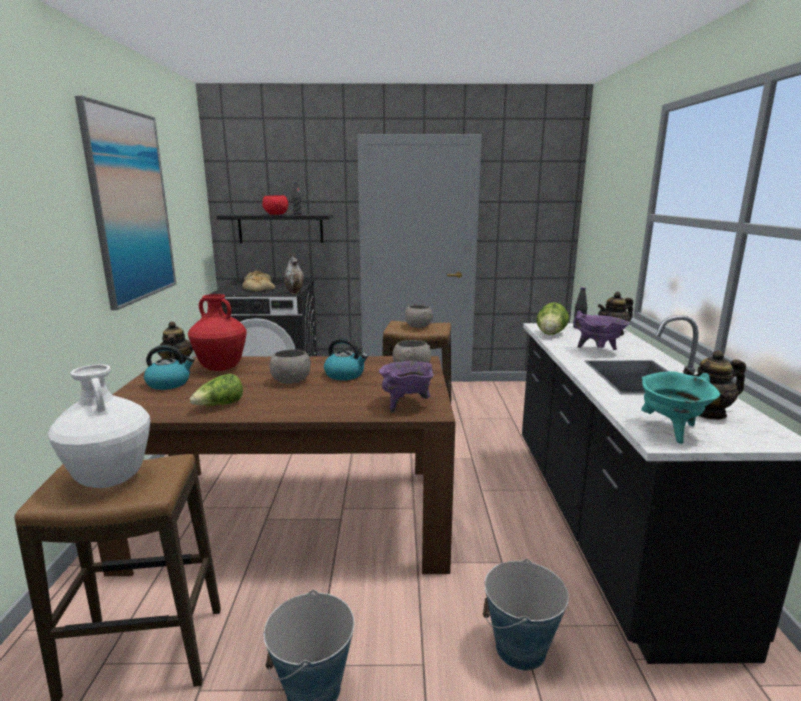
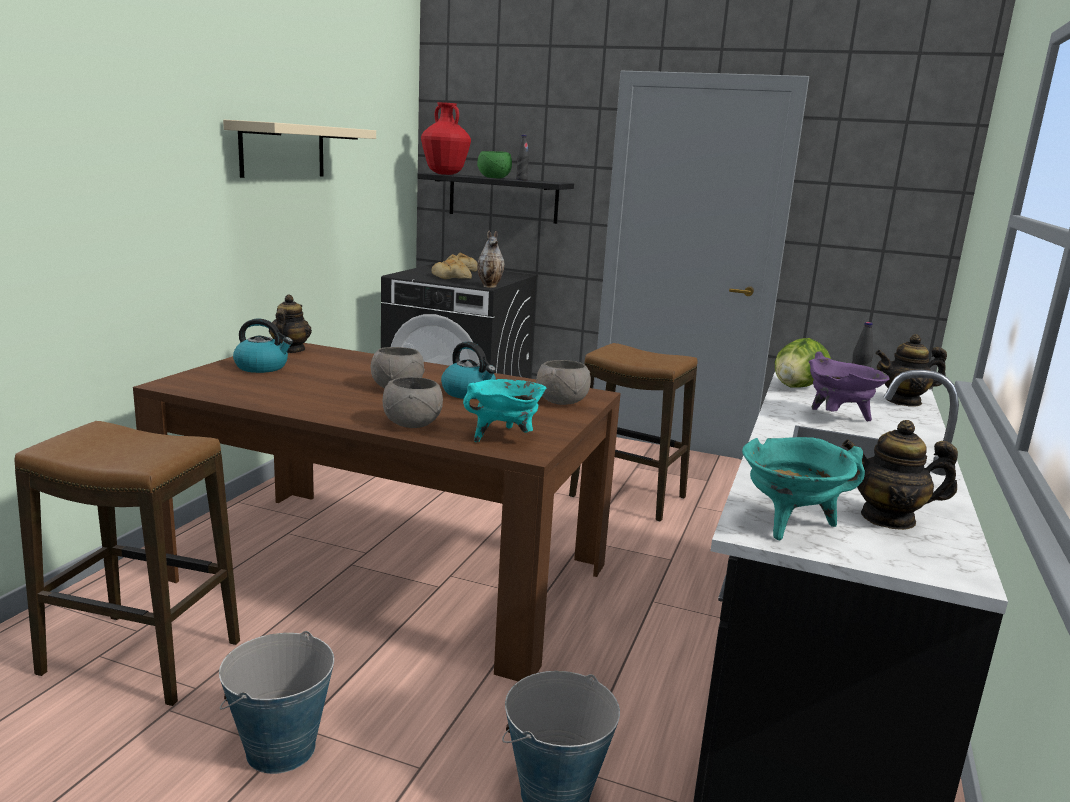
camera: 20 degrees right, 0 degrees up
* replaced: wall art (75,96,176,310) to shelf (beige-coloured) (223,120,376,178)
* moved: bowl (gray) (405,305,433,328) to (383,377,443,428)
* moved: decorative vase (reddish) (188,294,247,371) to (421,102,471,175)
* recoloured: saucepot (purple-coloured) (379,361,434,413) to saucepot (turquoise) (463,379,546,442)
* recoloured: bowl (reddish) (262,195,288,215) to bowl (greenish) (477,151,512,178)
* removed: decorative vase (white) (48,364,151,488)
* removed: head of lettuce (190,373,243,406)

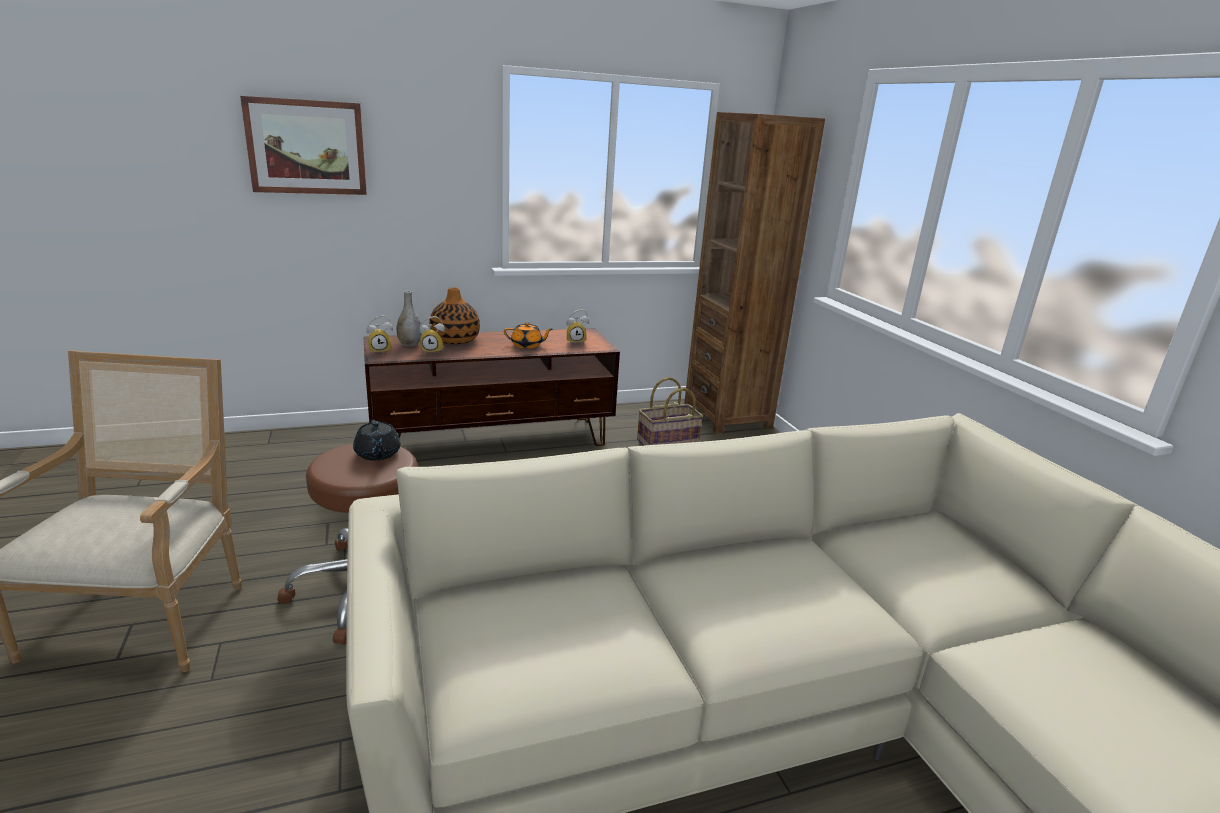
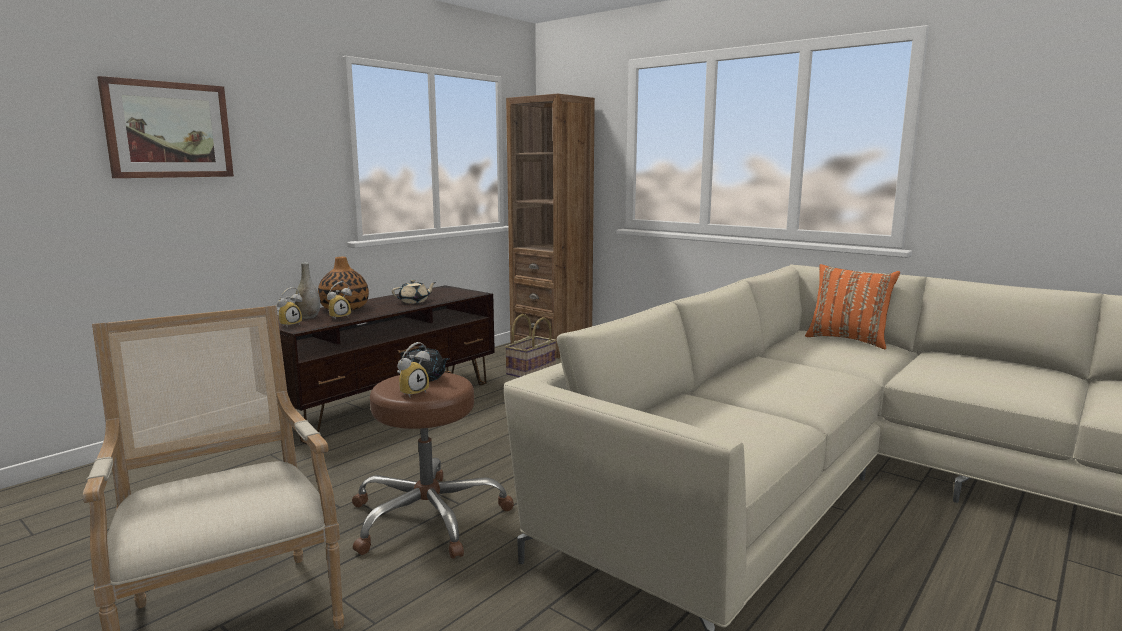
camera: 30 degrees left, 10 degrees down
* recoloured: teapot (orange-coloured) (504,322,553,349) to teapot (beige-coloured) (392,279,436,303)
* moved: alarm clock (566,309,589,344) to (397,342,430,397)
* added: pillow (orange-coloured) (805,264,900,349)

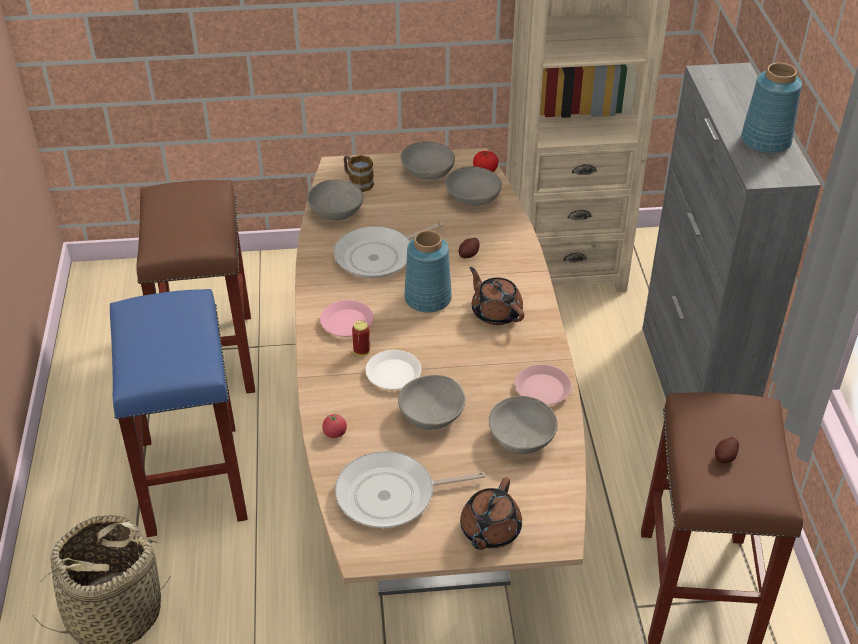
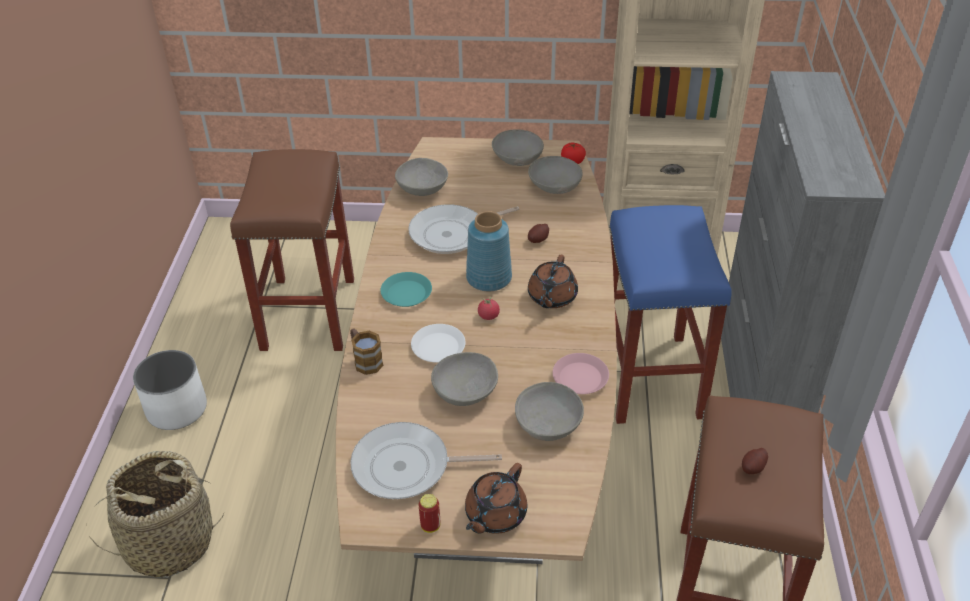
camera: 10 degrees right, 0 degrees up
* added: planter (white) (133,350,207,430)
* moved: coffee mug (344,155,374,192) to (350,328,384,375)
* recoloured: plate (pinkish) (320,300,374,337) to plate (turquoise) (381,272,432,307)
* moved: can (352,321,370,356) to (418,494,440,533)
* moved: fresh tomato (322,413,347,438) to (478,298,500,320)
* turned: teapot (brownish) (470,267,524,325) = (528,255,578,308) 135 degrees counterclockwise
* moved: stool (blue) (110,289,248,537) to (609,205,732,424)
* removed: decorative vase (blue) (741,63,802,154)

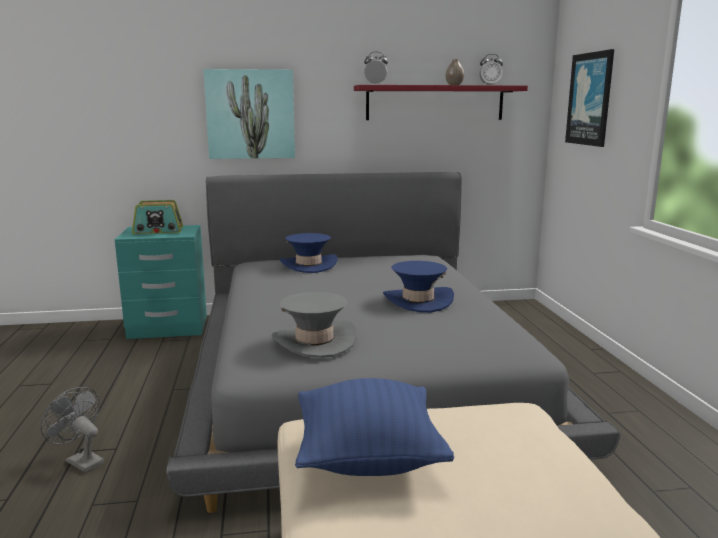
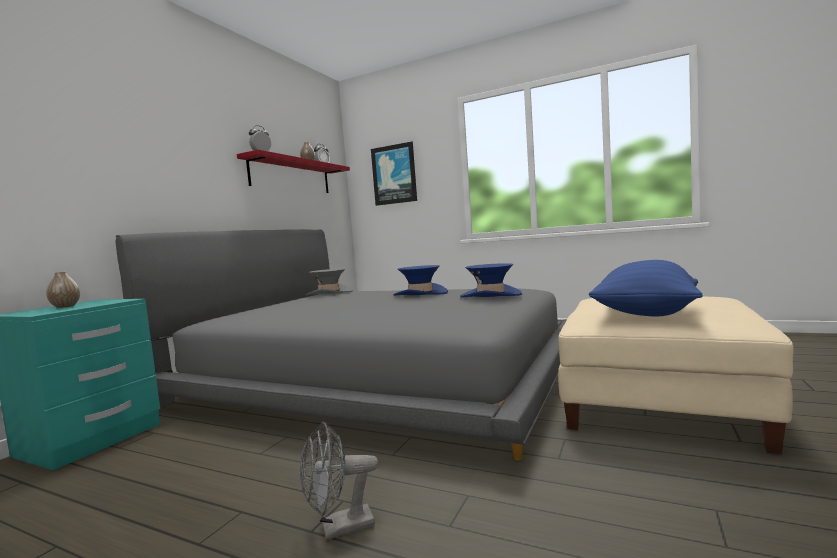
camera: 55 degrees left, 10 degrees down
* replaced: radio (132,200,183,234) to decorative vase (46,272,80,308)
* moved: hat (gray) (272,292,357,358) to (305,269,353,295)
* moved: hat (blue) (280,233,338,273) to (460,263,522,298)
* removed: wall art (203,69,295,159)

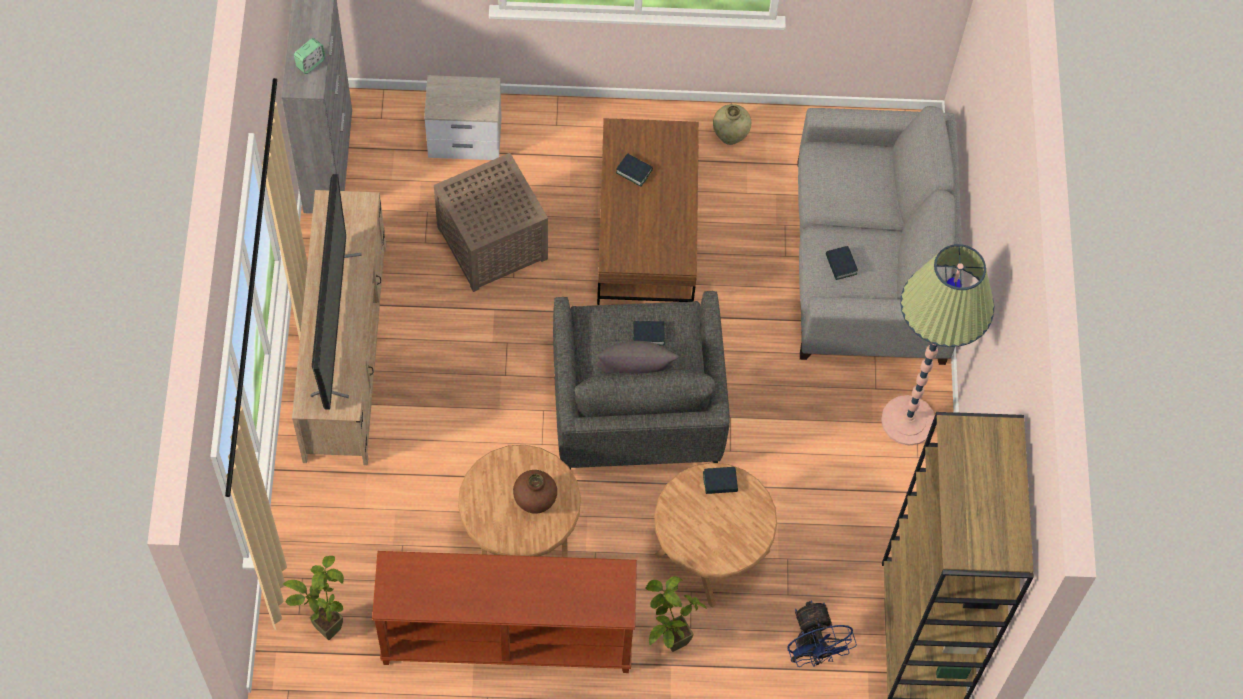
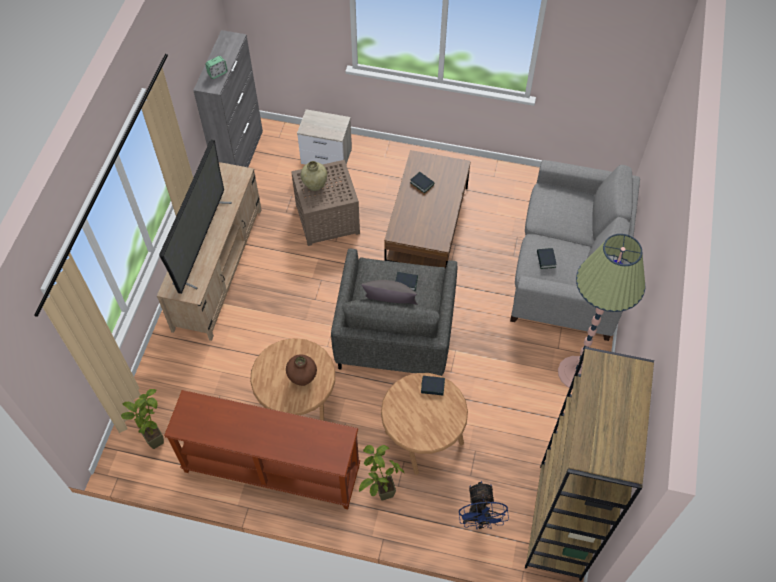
camera: 15 degrees right, 5 degrees down
* moved: decorative vase (beige-coloured) (713,104,751,145) to (301,161,327,191)

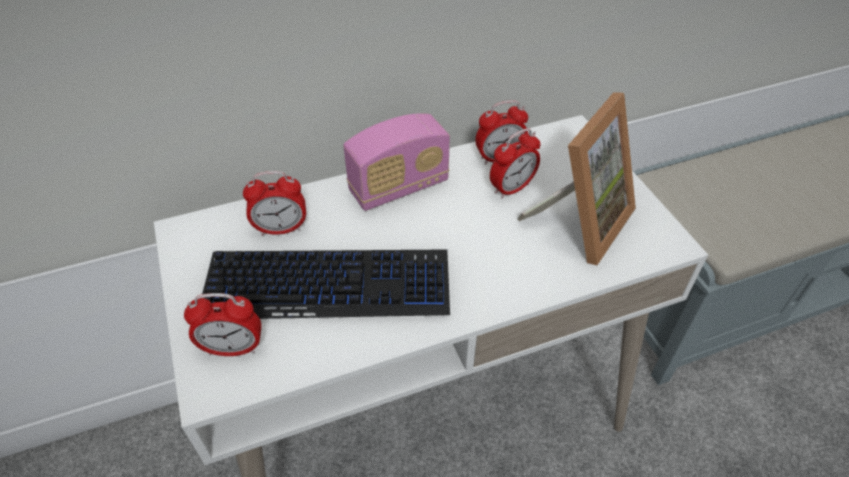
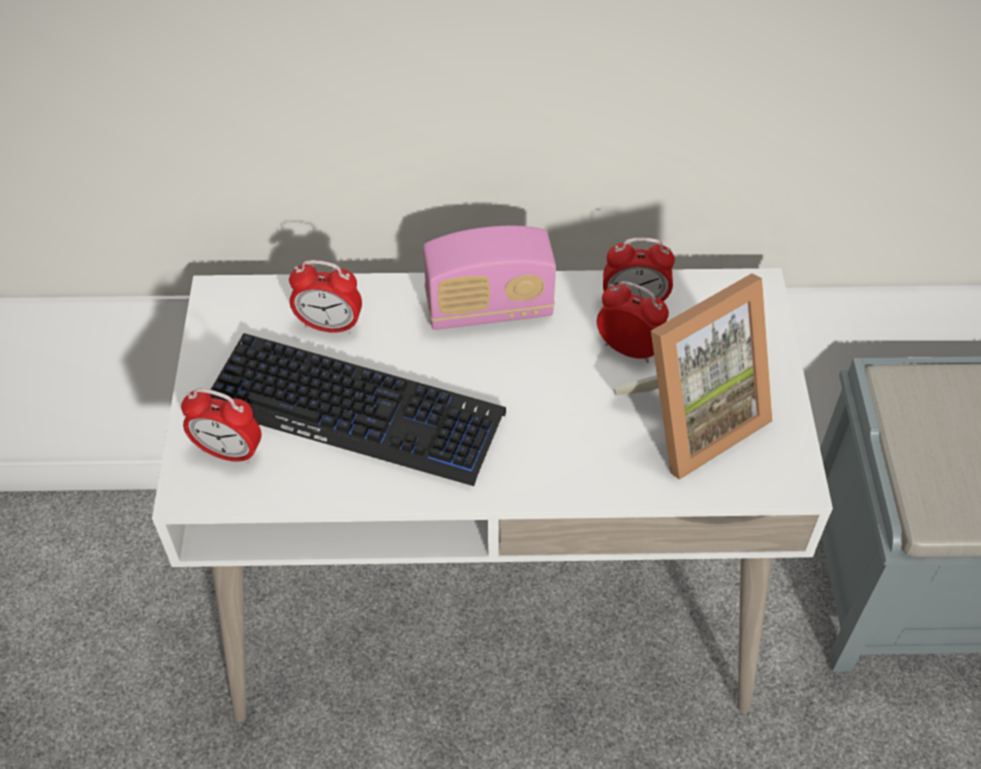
camera: 20 degrees right, 5 degrees up
* turned: alarm clock (490,128,541,199) = (597,281,669,363) 135 degrees counterclockwise

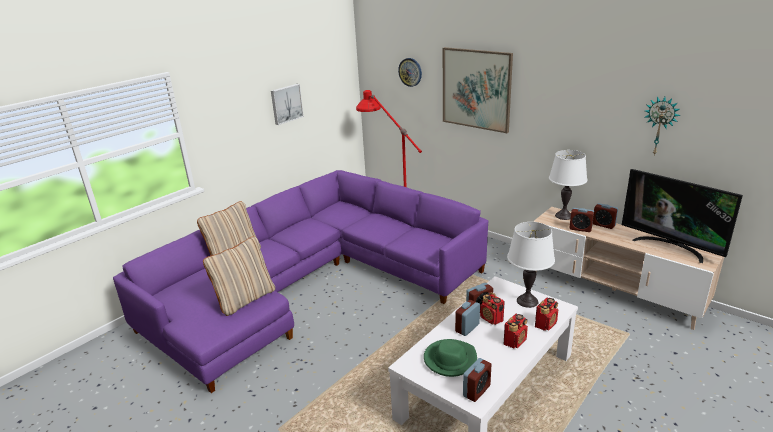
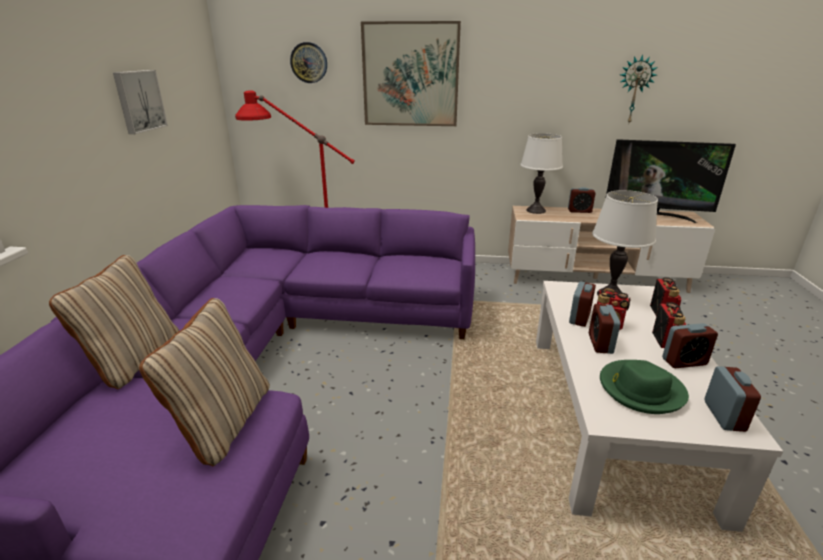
camera: 35 degrees left, 0 degrees up
* moved: alarm clock (569,208,594,232) to (662,323,718,368)

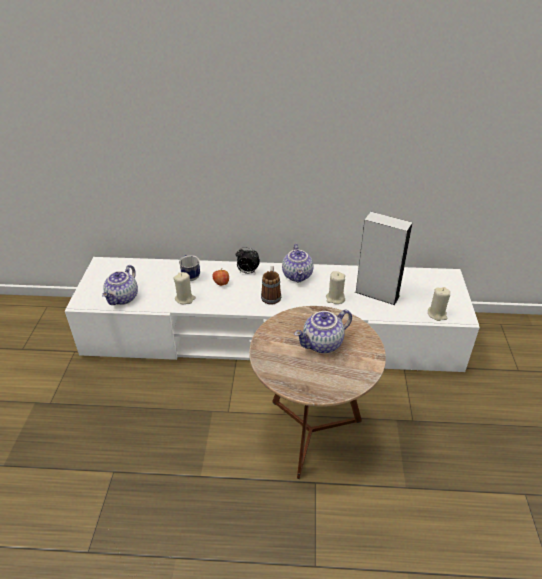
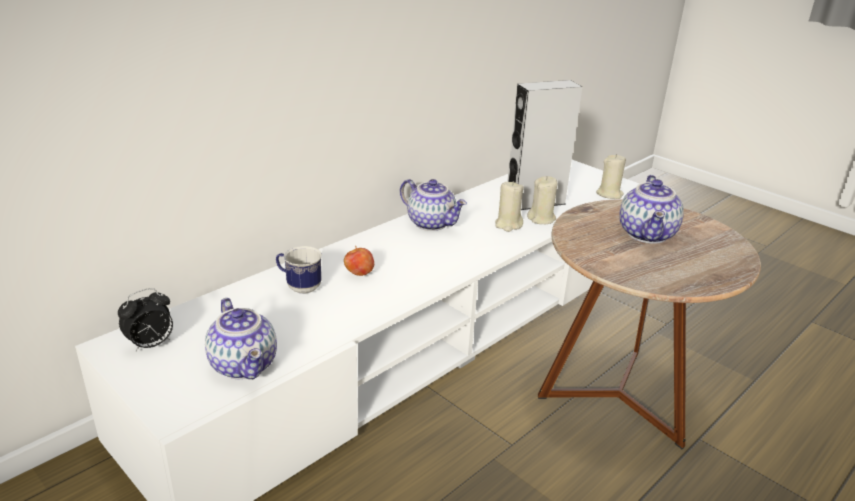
camera: 50 degrees left, 10 degrees down
* moved: alarm clock (236,247,260,274) to (118,288,173,351)
* moved: candle (beige-coloured) (173,272,196,304) to (527,176,557,224)
* removed: coffee mug (261,266,281,305)

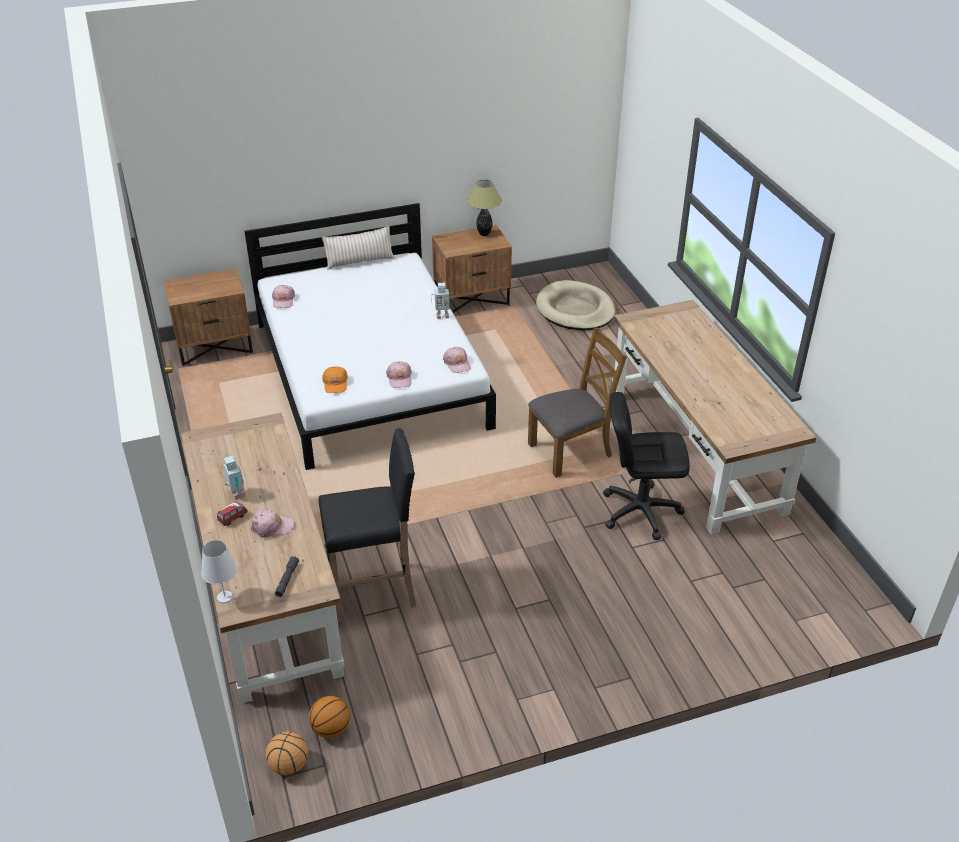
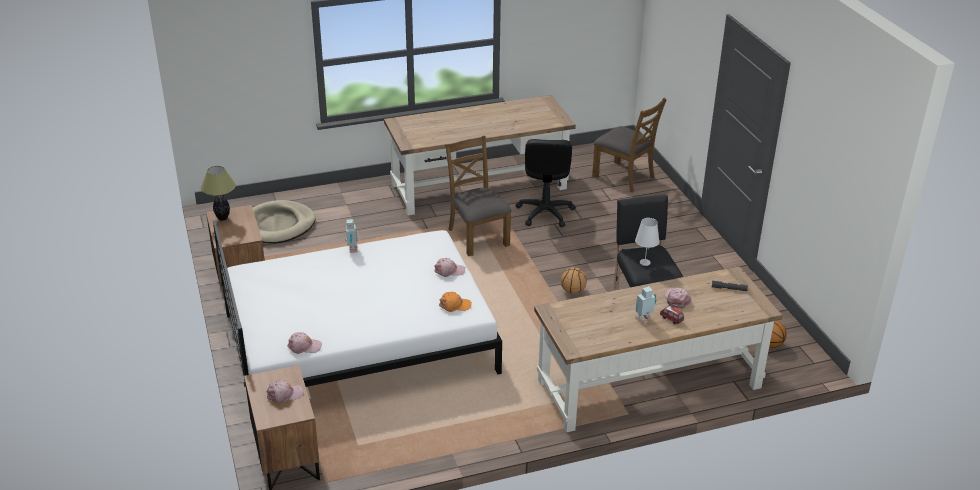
camera: 90 degrees left, 5 degrees down
* moved: peaked cap (pinkish) (443,347,471,373) to (266,380,303,403)
* moved: ball for basketball (266,731,308,775) to (560,267,587,294)
* added: upright chair (brownish) (592,98,667,193)
* moved: lamp for a table (white) (201,540,237,603) to (635,218,660,266)
* removed: pillow (beige-coloured) (322,226,394,270)

